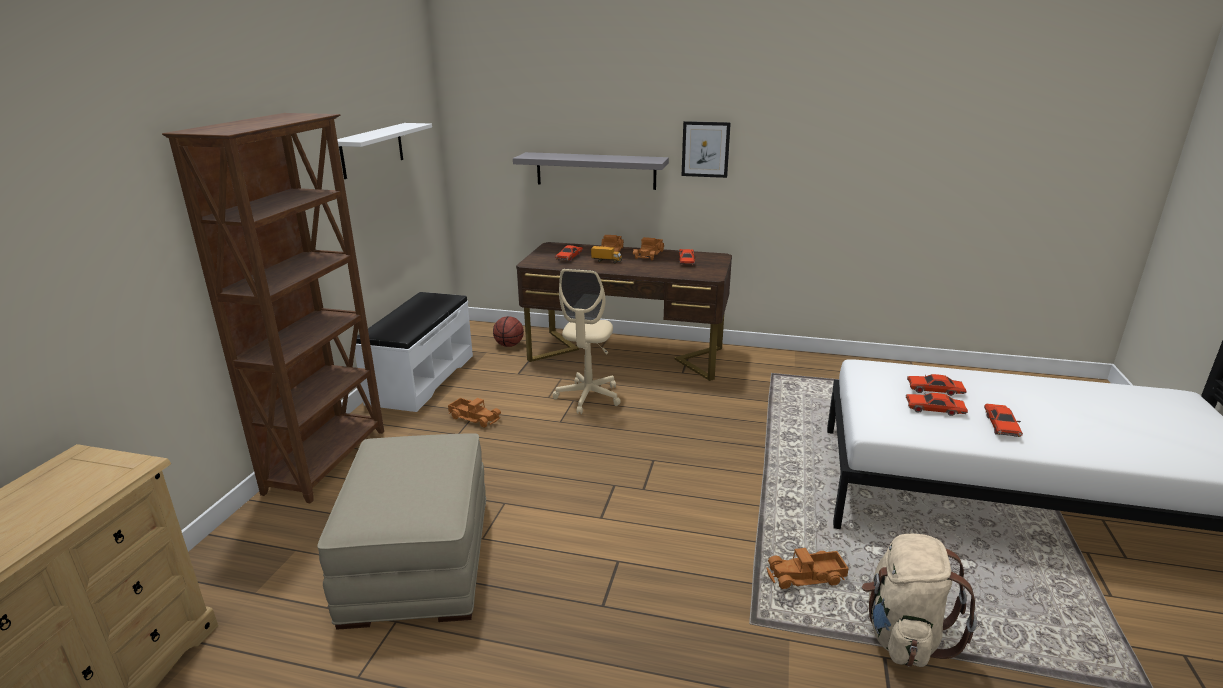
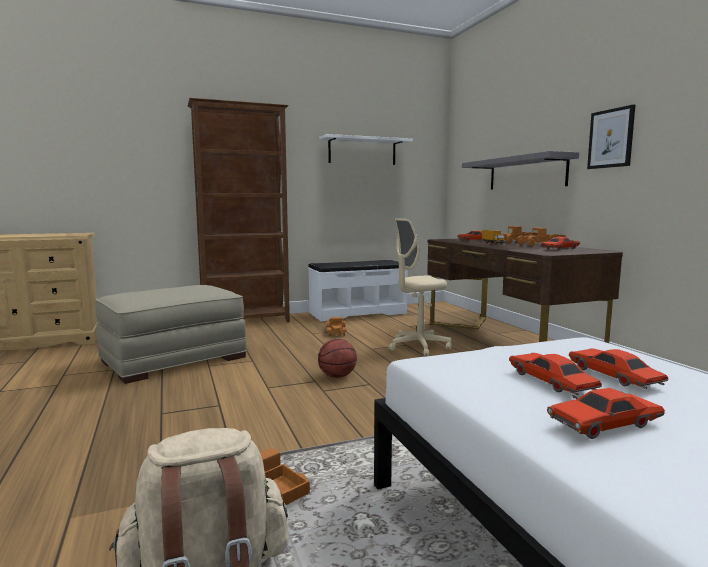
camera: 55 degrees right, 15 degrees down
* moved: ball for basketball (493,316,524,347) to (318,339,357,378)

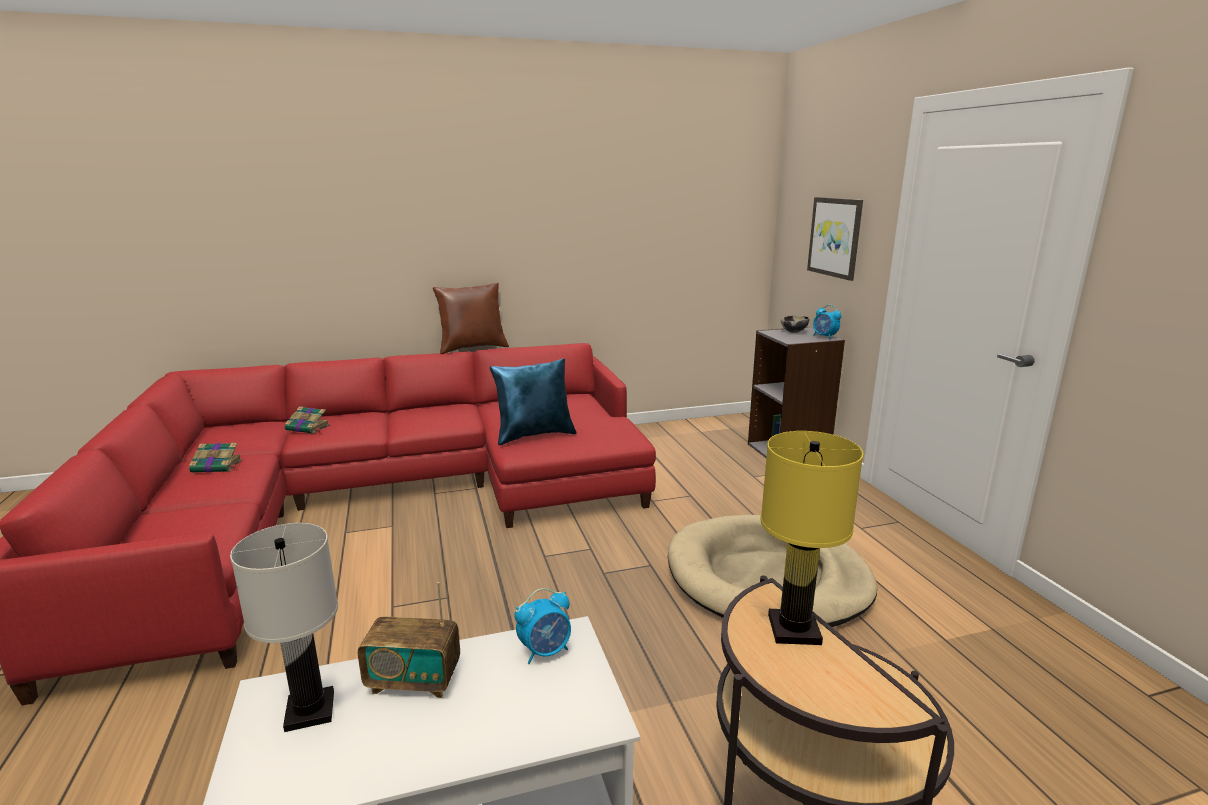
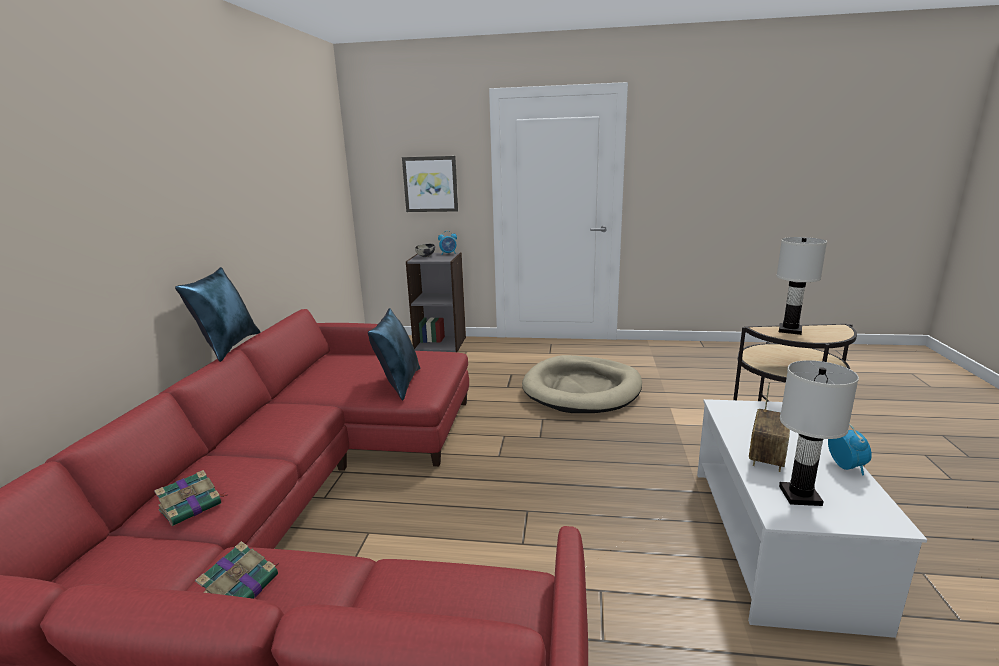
camera: 65 degrees left, 0 degrees up
* recoloured: pillow (brownish) (433,282,509,354) to pillow (blue) (175,267,261,362)
* recoloured: lamp for a table (yellow) (760,431,864,645) to lamp for a table (white) (776,237,827,335)
* moved: alarm clock (514,588,571,664) to (828,423,872,475)

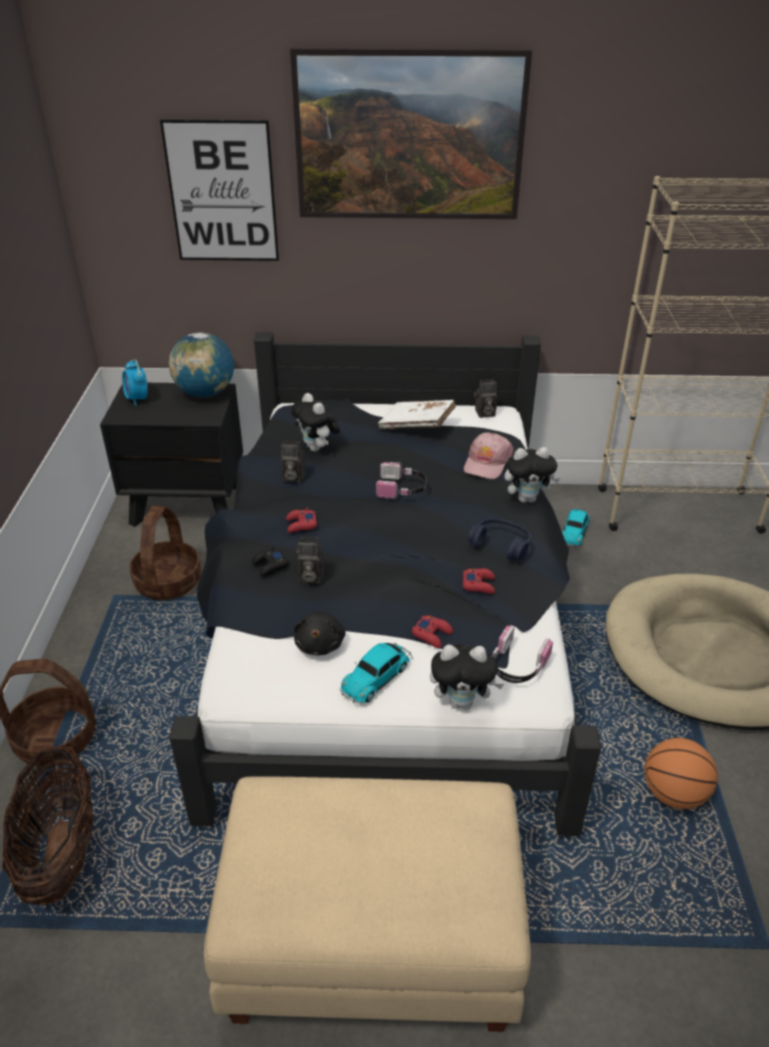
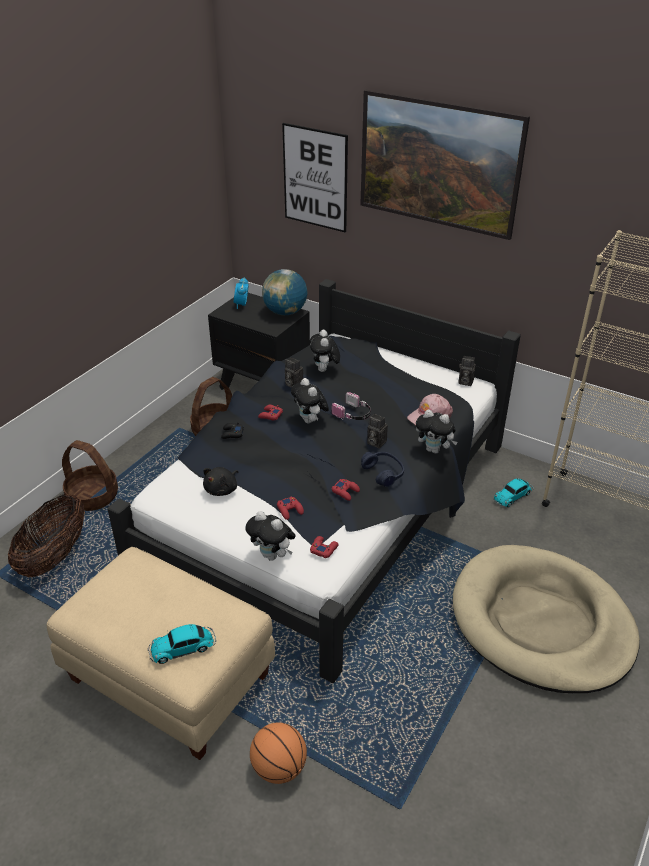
camera: 30 degrees right, 0 degrees up
* moved: miniature car (340,643,412,703) to (147,624,216,664)
* moved: ball for basketball (644,738,718,809) to (250,722,307,784)
* added: plush toy (291,378,329,423)
* replaced: headphones (492,625,553,683) to joypad (reddish) (310,536,339,558)
* moved: photo camera (296,537,324,583) to (367,414,388,448)
* removed: bound book (white) (378,400,456,429)

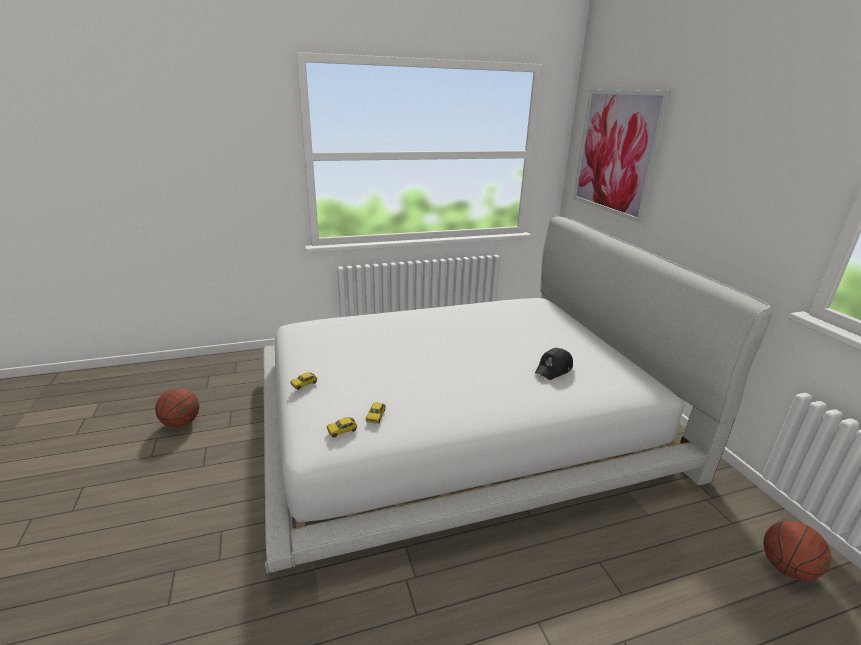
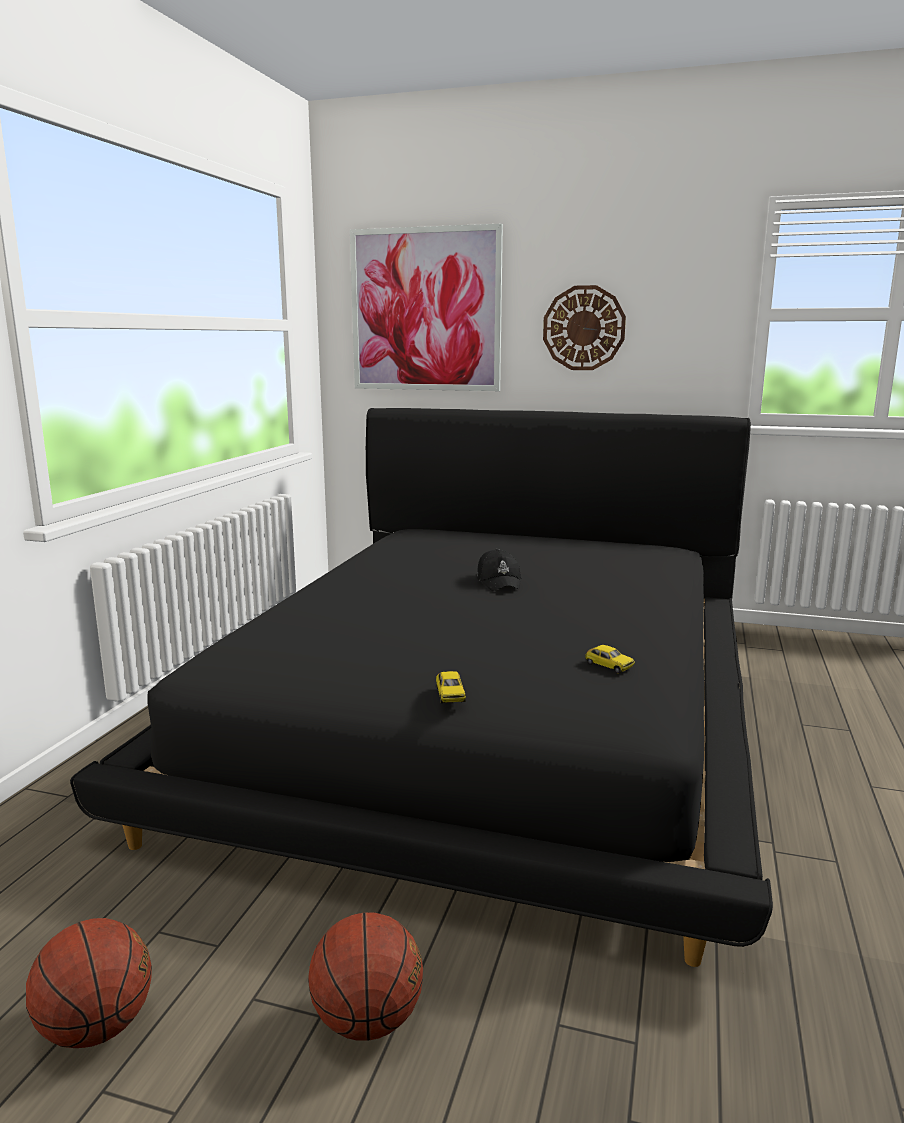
camera: 55 degrees left, 10 degrees down
* recoloured: sleeping bed (white) (263,216,772,574) to sleeping bed (black) (70,408,773,967)
* moved: ball for basketball (763,521,831,581) to (308,912,423,1041)
* moved: peaked cap (black) (535,348,573,380) to (477,549,521,591)
* added: clock on the wall (543,285,626,370)
* removed: miniature car (326,417,357,438)

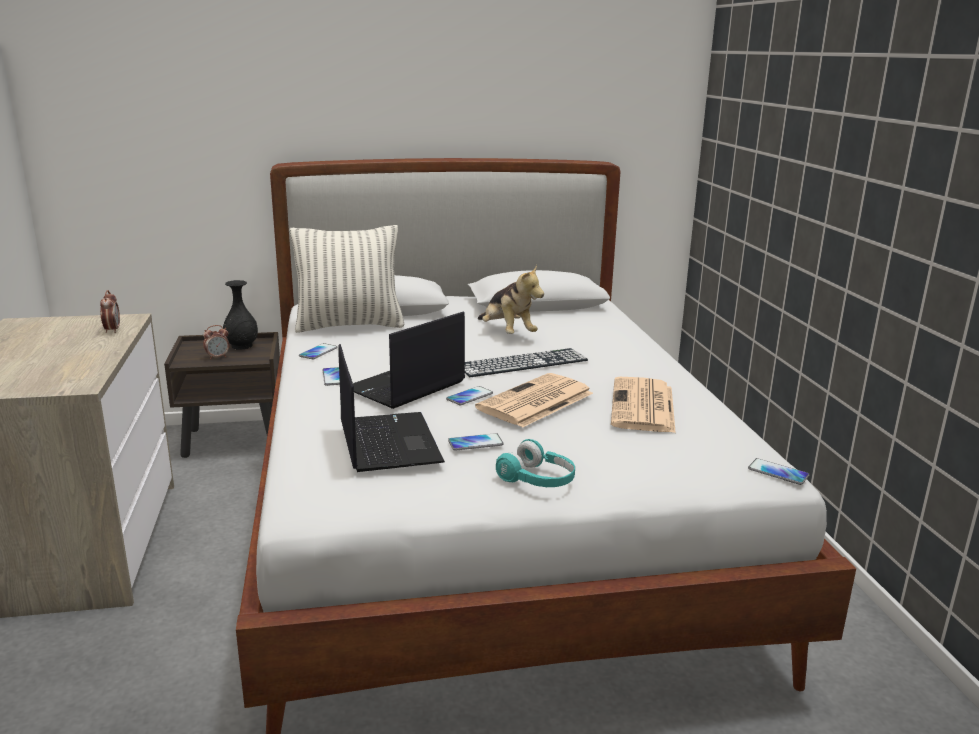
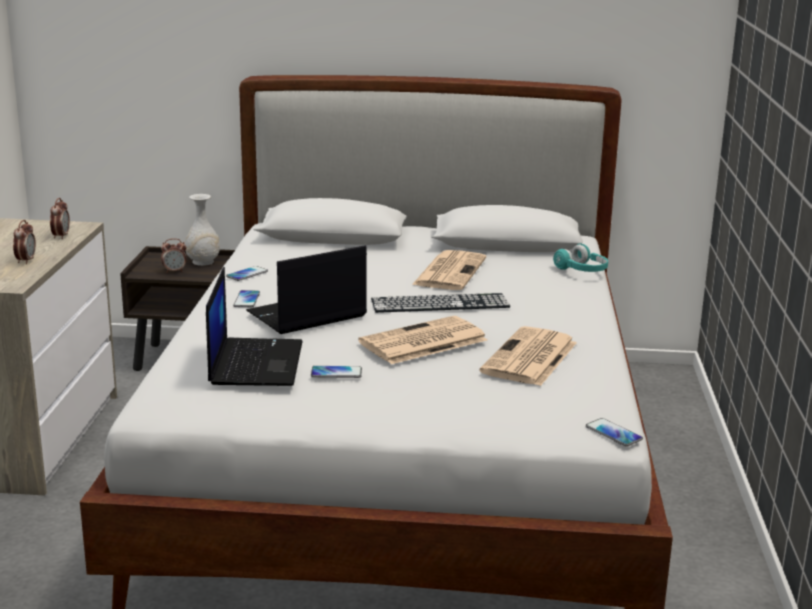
camera: 15 degrees right, 0 degrees up
* added: alarm clock (13,220,36,264)
* recoloured: decorative vase (black) (223,280,258,350) to decorative vase (white) (185,194,220,266)
* replaced: plush toy (478,265,544,334) to printed paper (412,250,486,290)
* moved: headphones (turquoise) (496,439,575,487) to (553,243,608,272)
* removed: pillow (289,225,404,333)
* removed: phone (446,386,493,405)

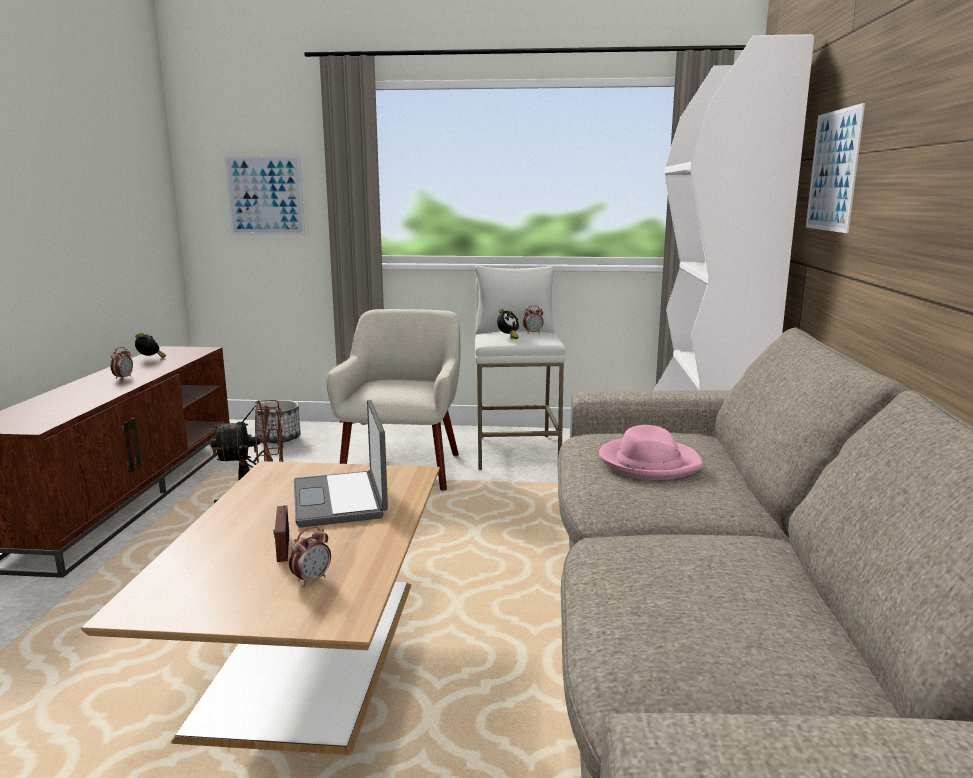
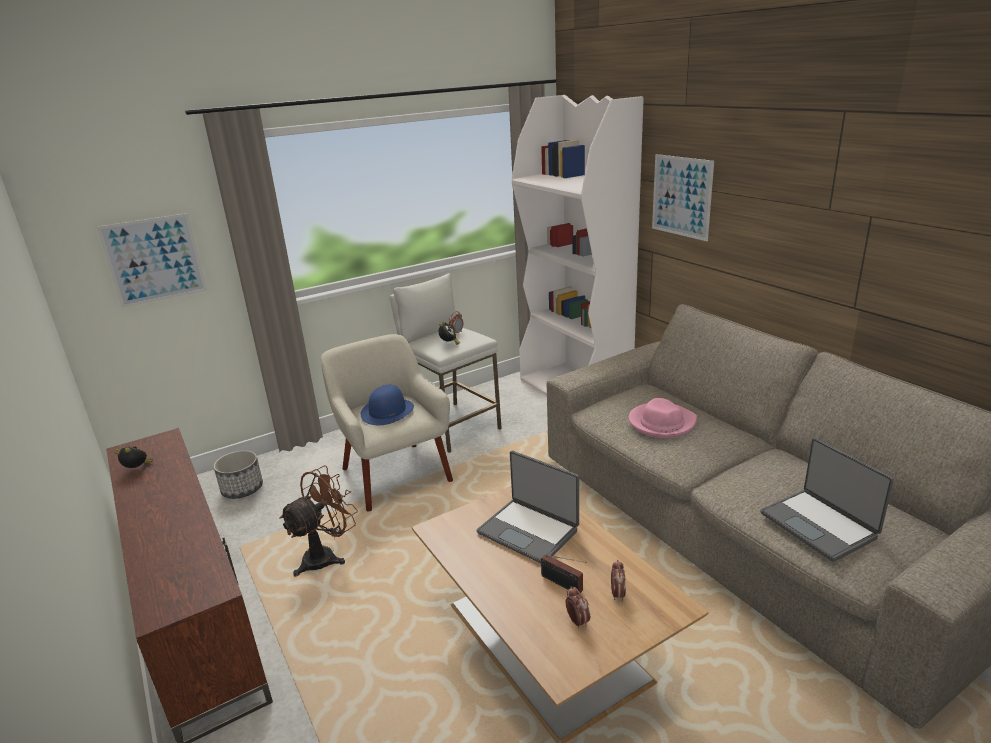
camera: 35 degrees left, 10 degrees up
* added: hat (blue) (361,385,414,425)
* moved: alarm clock (110,347,133,380) to (566,586,590,628)
* added: laptop (760,438,894,562)

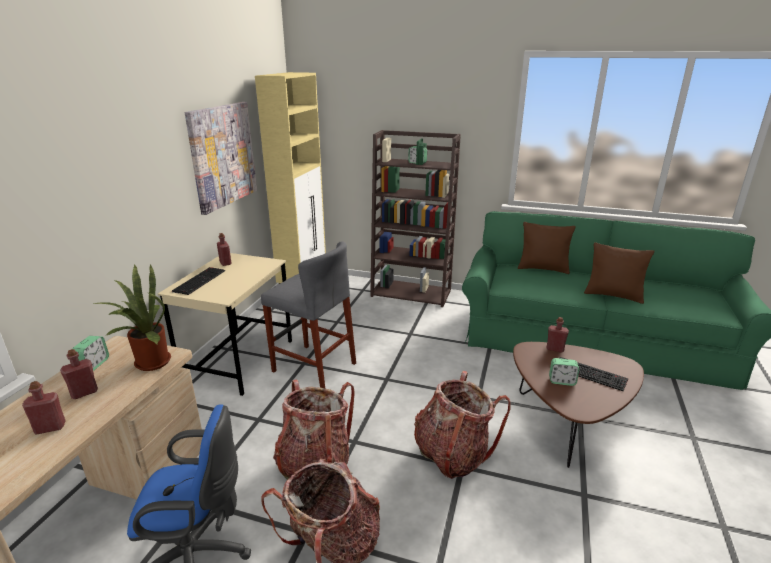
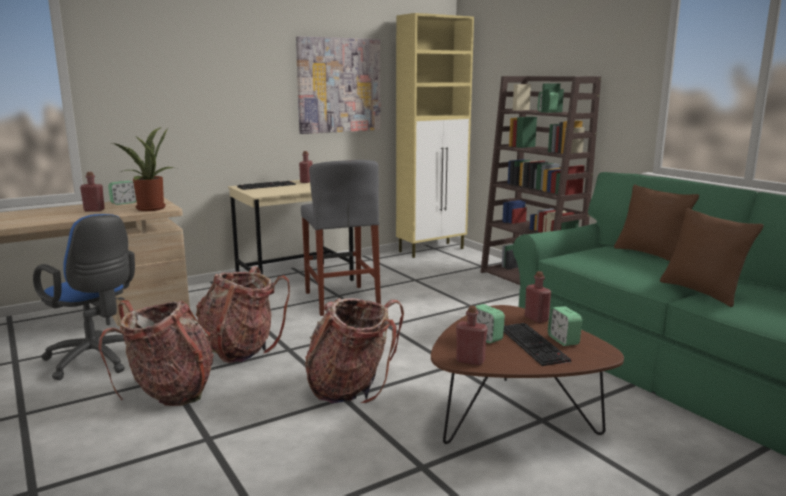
camera: 40 degrees right, 10 degrees down
* moved: beverage bottle (reddish) (22,381,66,434) to (456,306,488,365)
* added: alarm clock (548,306,582,346)

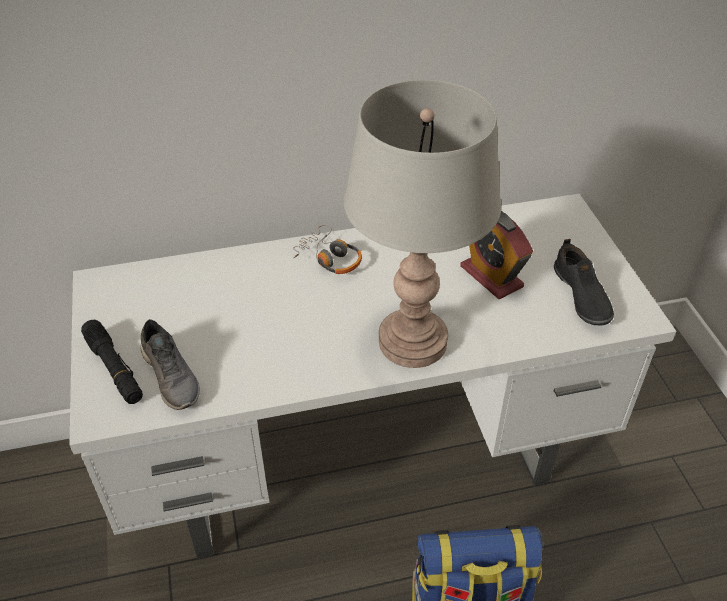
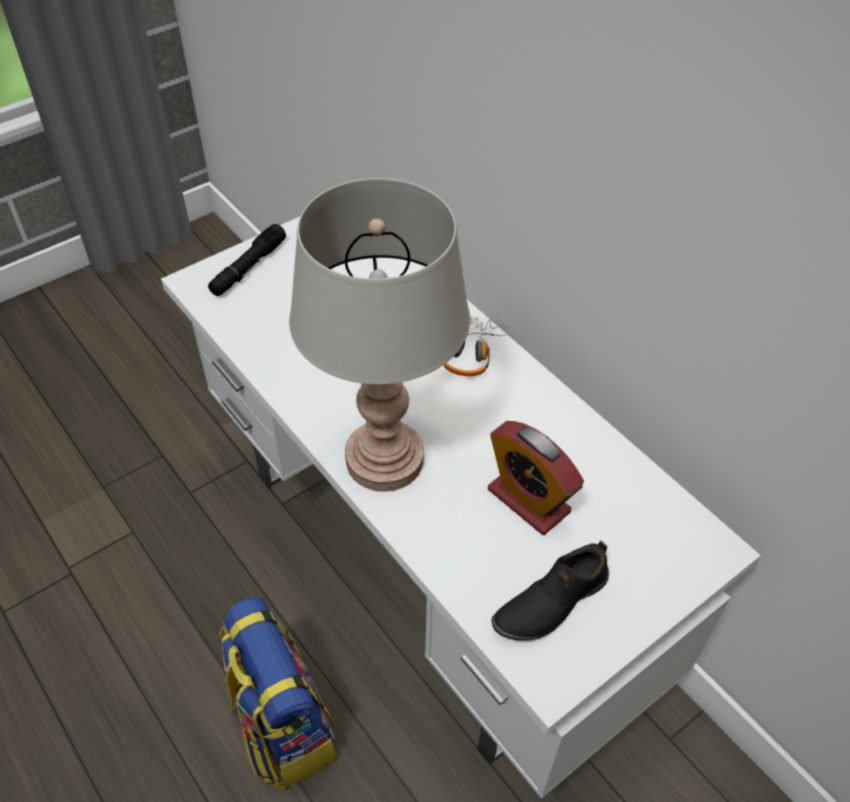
camera: 65 degrees right, 5 degrees up
* turned: alarm clock (460,211,533,299) = (488,421,584,535) 75 degrees counterclockwise
* removed: shoe (gray) (141,319,200,410)

